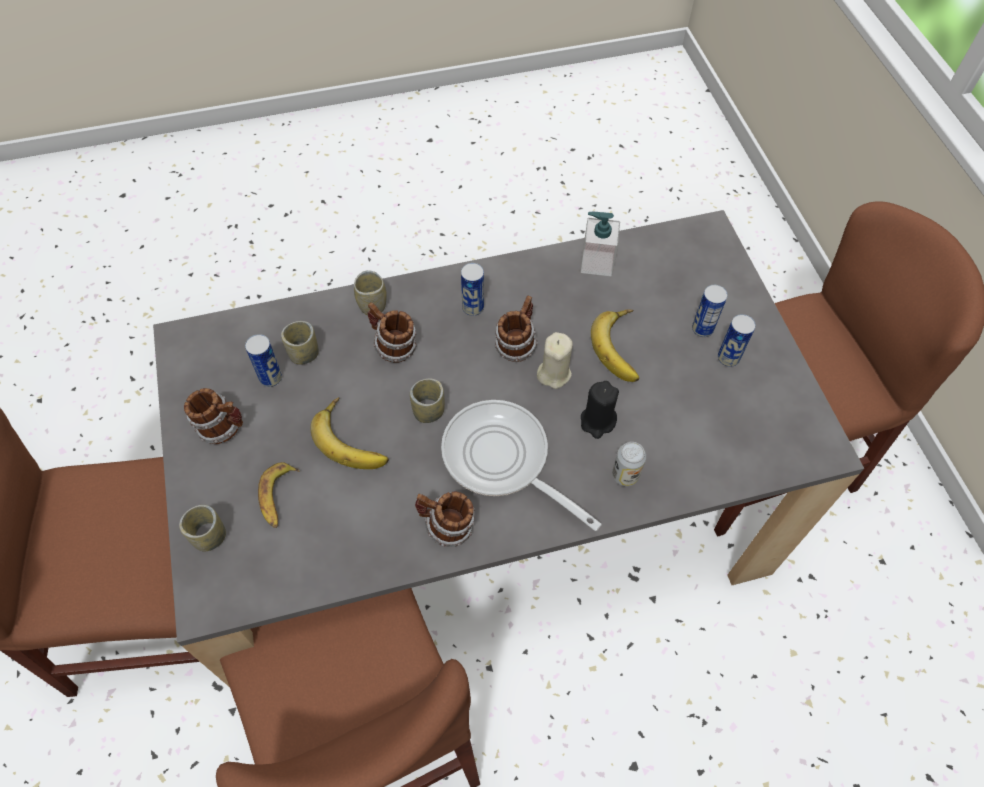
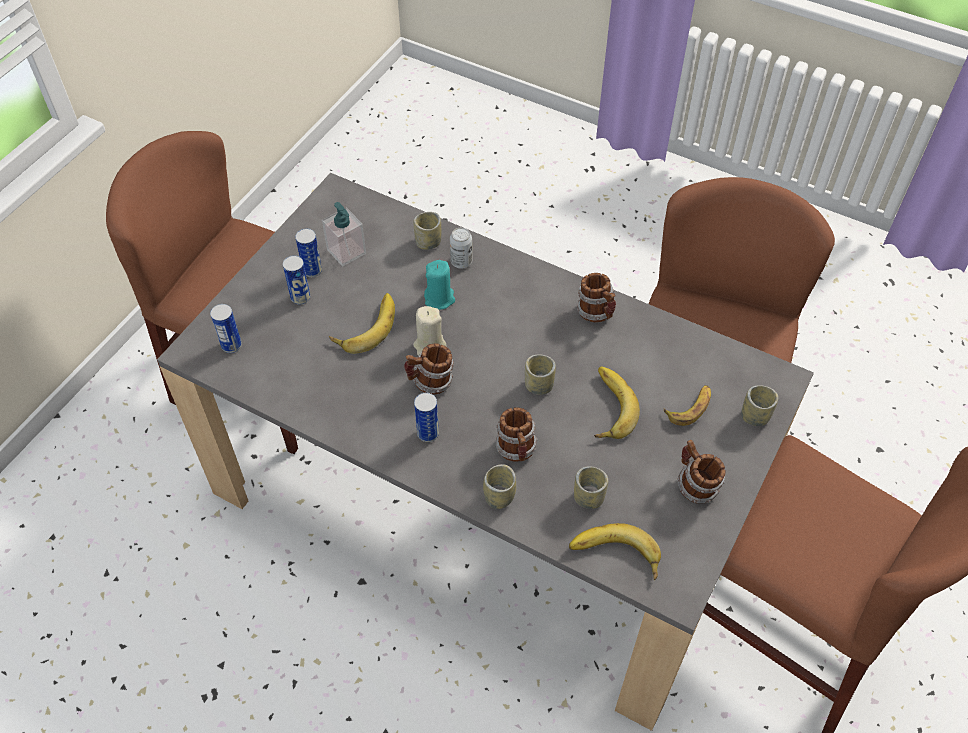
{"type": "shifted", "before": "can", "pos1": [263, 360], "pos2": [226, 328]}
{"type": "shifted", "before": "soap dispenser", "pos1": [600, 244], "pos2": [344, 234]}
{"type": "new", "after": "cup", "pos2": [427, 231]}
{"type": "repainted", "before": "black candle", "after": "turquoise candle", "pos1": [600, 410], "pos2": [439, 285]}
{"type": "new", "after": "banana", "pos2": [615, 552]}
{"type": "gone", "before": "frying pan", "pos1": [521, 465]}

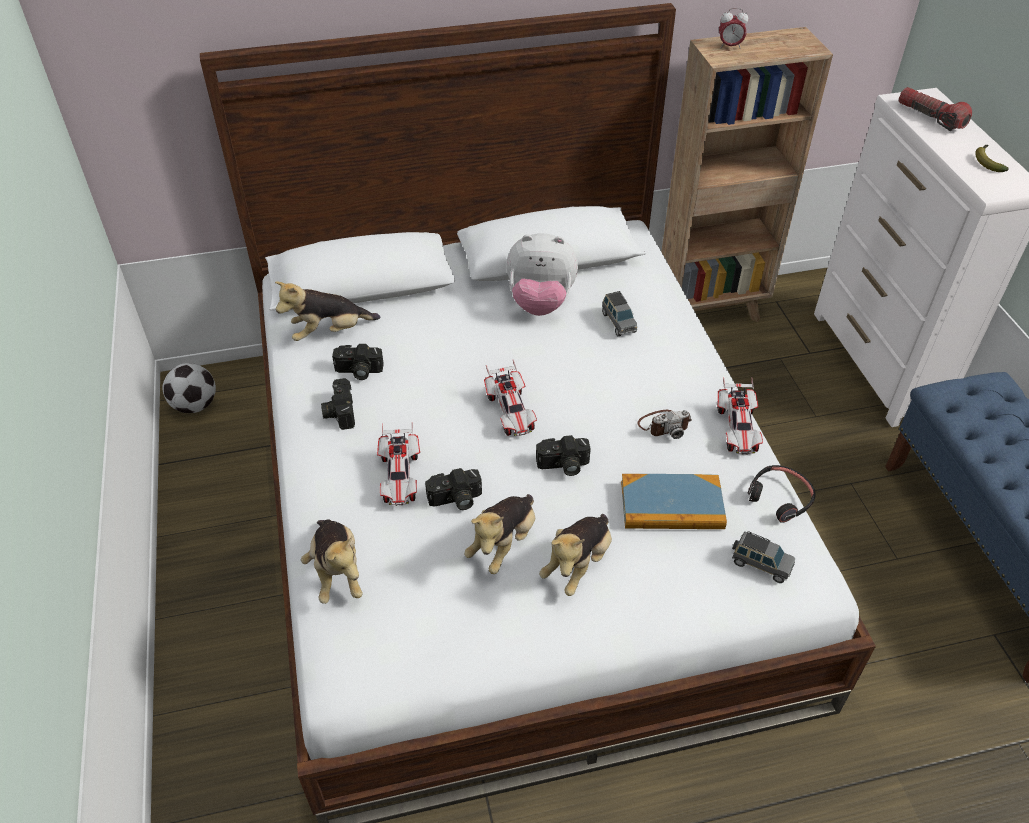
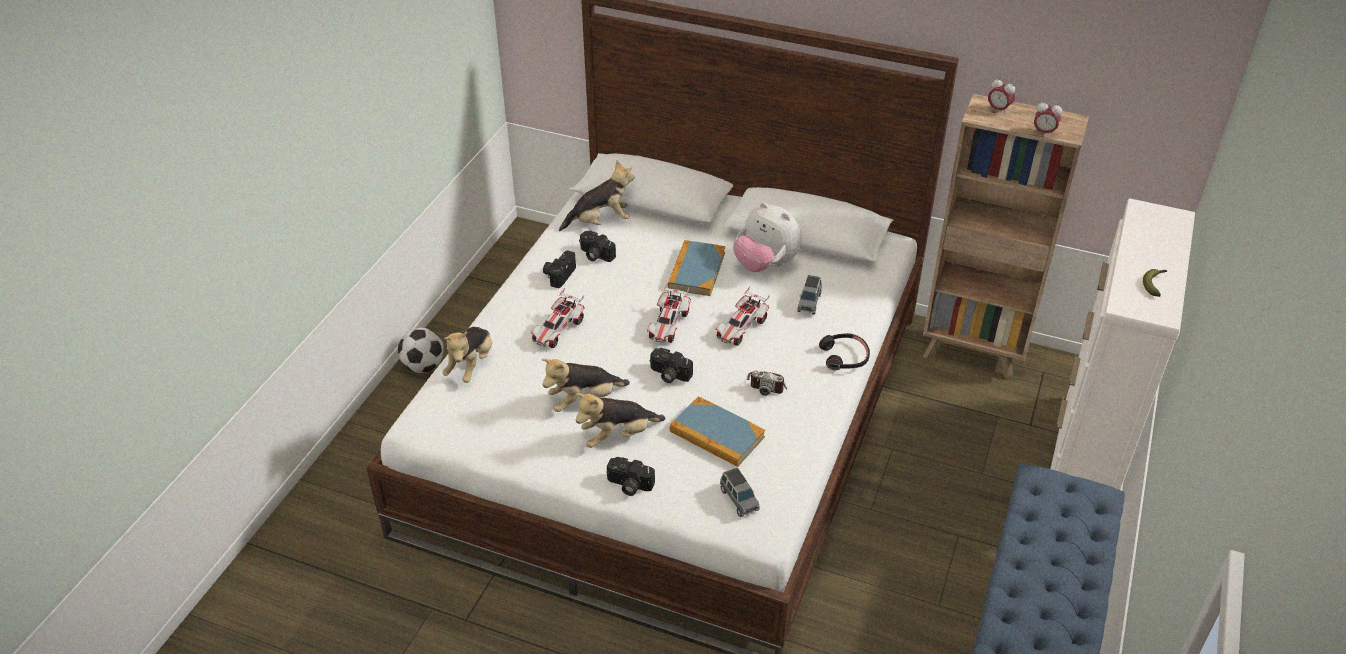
{"type": "shifted", "before": "football", "pos1": [189, 388], "pos2": [421, 350]}
{"type": "rotated", "before": "plush toy", "pos1": [327, 311], "pos2": [596, 195], "turn": 150}
{"type": "shifted", "before": "photo camera", "pos1": [453, 489], "pos2": [630, 476]}
{"type": "new", "after": "book", "pos2": [696, 268]}
{"type": "shifted", "before": "toy car", "pos1": [740, 416], "pos2": [743, 316]}
{"type": "shifted", "before": "black headphones", "pos1": [781, 493], "pos2": [844, 351]}
{"type": "new", "after": "alarm clock", "pos2": [1048, 118]}
{"type": "gone", "before": "flashlight", "pos1": [935, 109]}

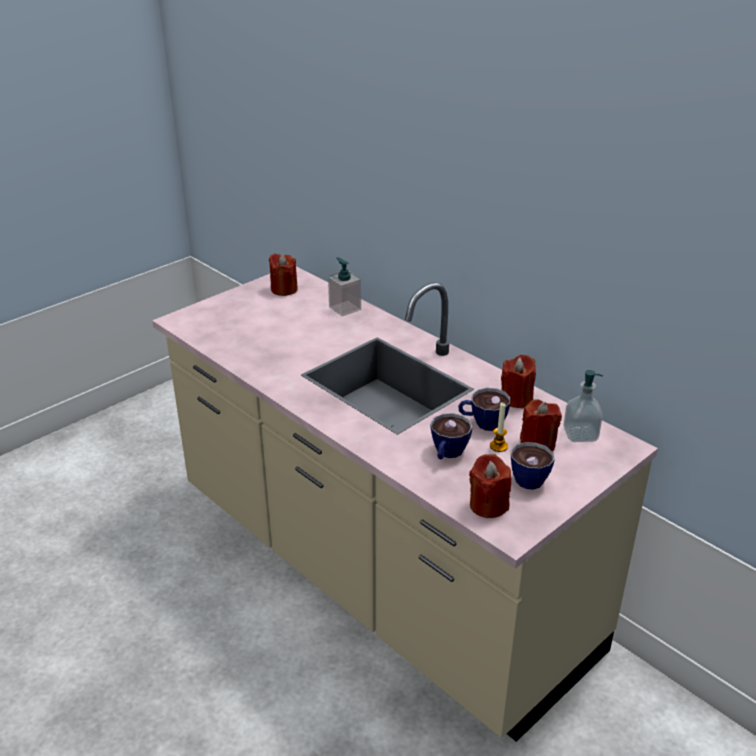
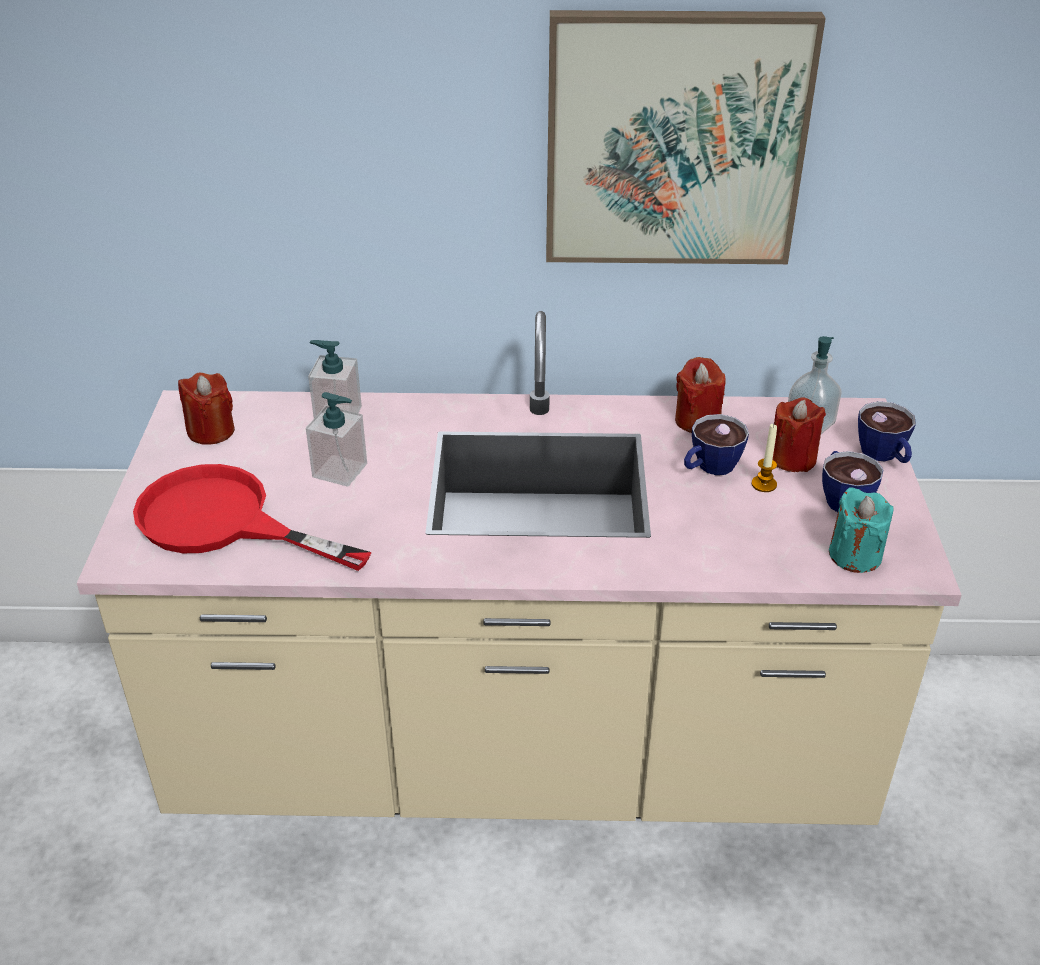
{"type": "new", "after": "red frying pan", "pos2": [252, 517]}
{"type": "new", "after": "soap dispenser", "pos2": [336, 439]}
{"type": "new", "after": "picture", "pos2": [686, 137]}
{"type": "repainted", "before": "red candle", "after": "turquoise candle", "pos1": [490, 486], "pos2": [861, 530]}
{"type": "shifted", "before": "cup", "pos1": [451, 436], "pos2": [887, 432]}

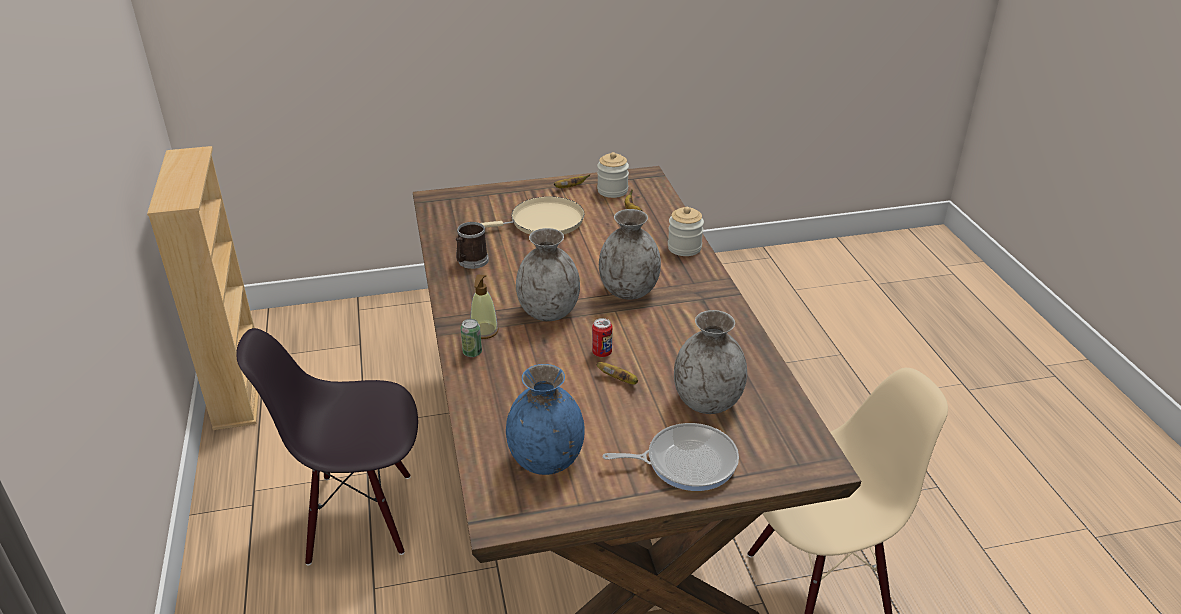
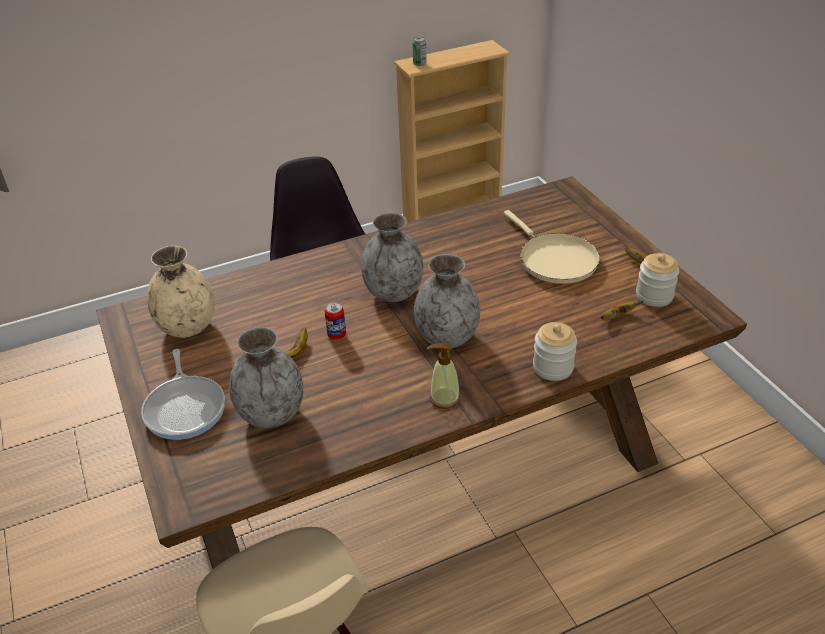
{"type": "repainted", "before": "blue vase", "after": "beige vase", "pos1": [545, 419], "pos2": [180, 292]}
{"type": "shifted", "before": "can", "pos1": [471, 338], "pos2": [419, 51]}
{"type": "shifted", "before": "soap dispenser", "pos1": [484, 306], "pos2": [443, 376]}
{"type": "gone", "before": "mug", "pos1": [472, 245]}

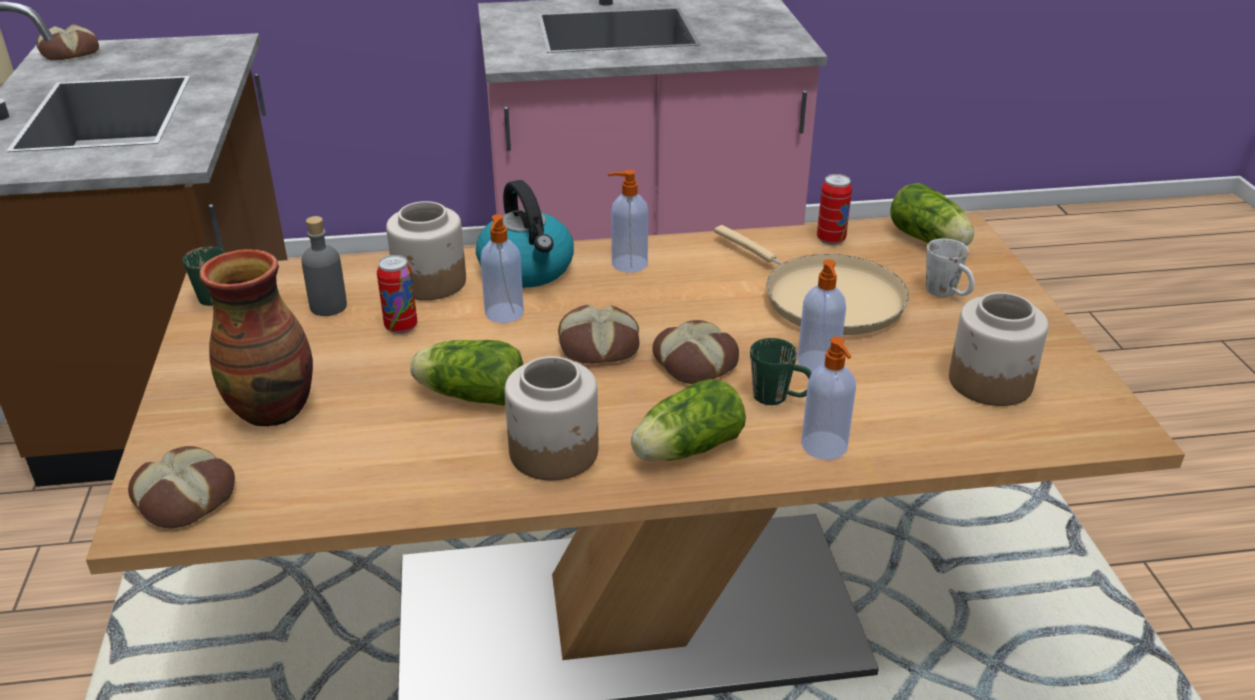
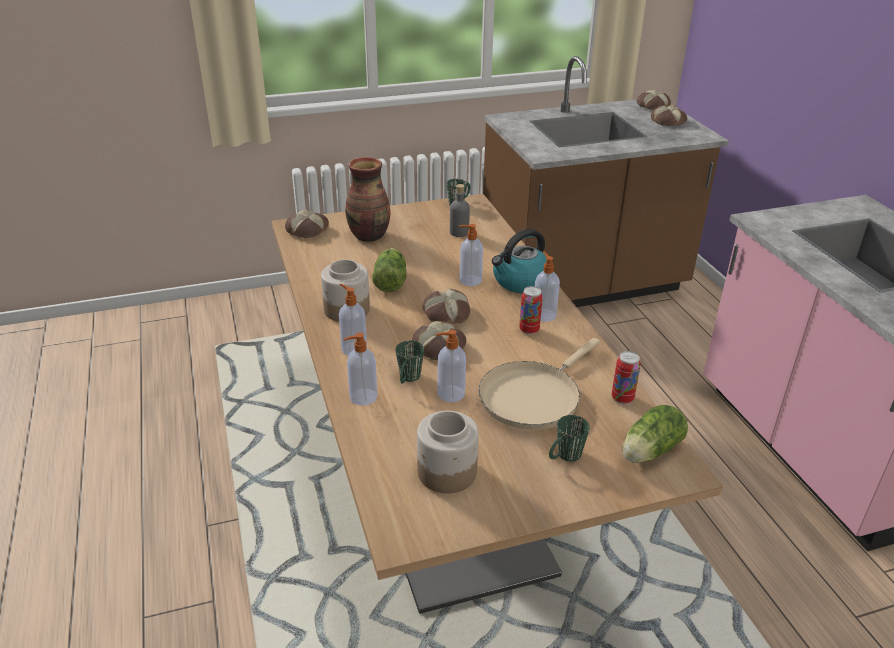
{"type": "swapped", "before": "lettuce", "after": "soap dispenser", "pos1": [688, 420], "pos2": [353, 320]}
{"type": "shifted", "before": "can", "pos1": [397, 294], "pos2": [531, 310]}
{"type": "repainted", "before": "white mug", "after": "green mug", "pos1": [950, 267], "pos2": [569, 438]}
{"type": "new", "after": "bread", "pos2": [669, 115]}
{"type": "gone", "before": "jar", "pos1": [426, 250]}

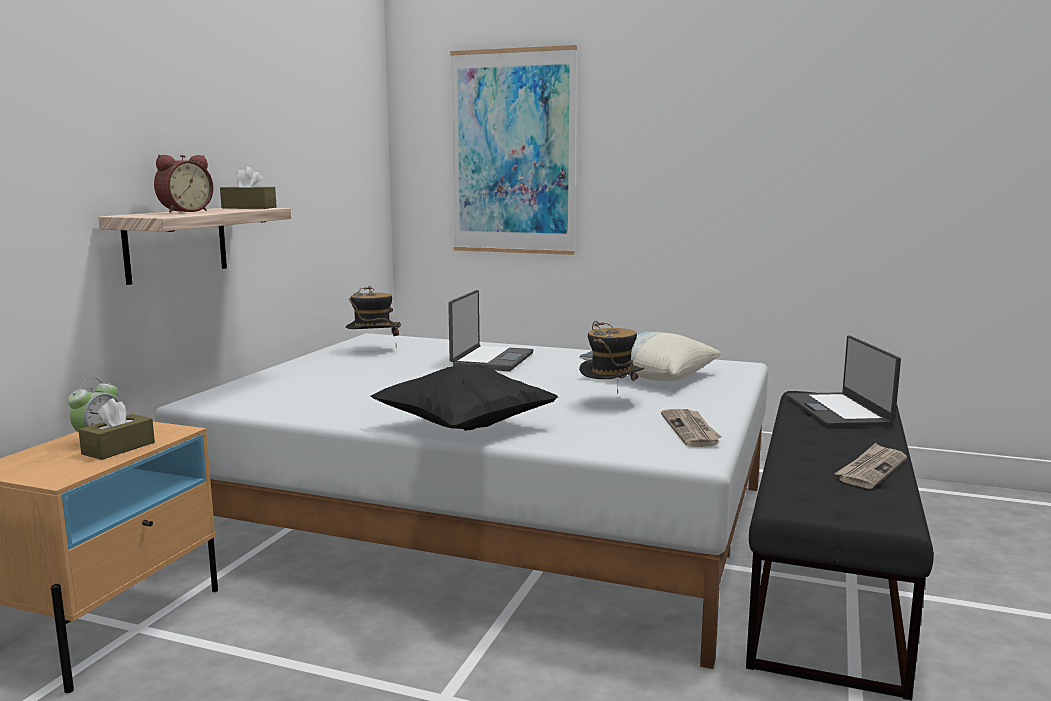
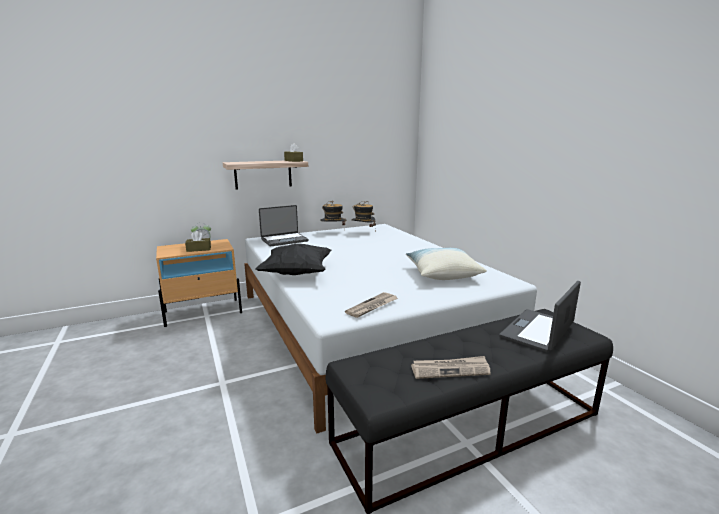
{"type": "shifted", "before": "laptop", "pos1": [490, 330], "pos2": [283, 225]}
{"type": "shifted", "before": "hat", "pos1": [611, 357], "pos2": [333, 215]}
{"type": "gone", "before": "alarm clock", "pos1": [183, 184]}
{"type": "gone", "before": "picture", "pos1": [513, 150]}

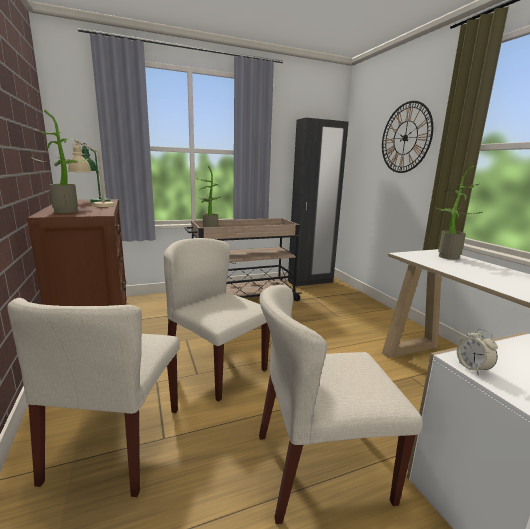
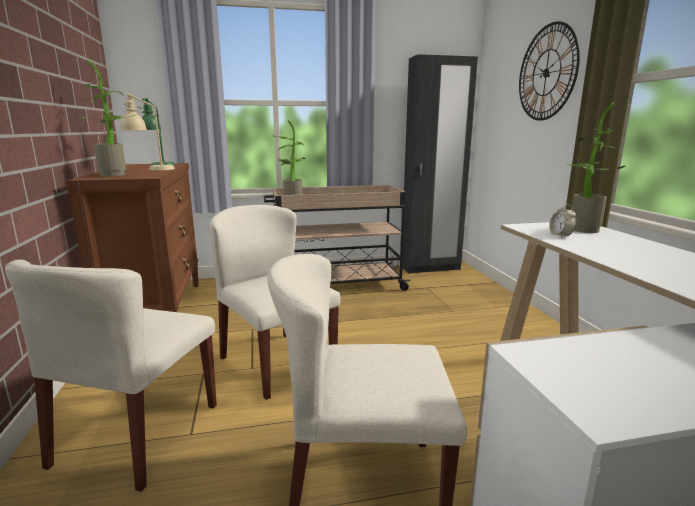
{"type": "shifted", "before": "alarm clock", "pos1": [477, 351], "pos2": [562, 221]}

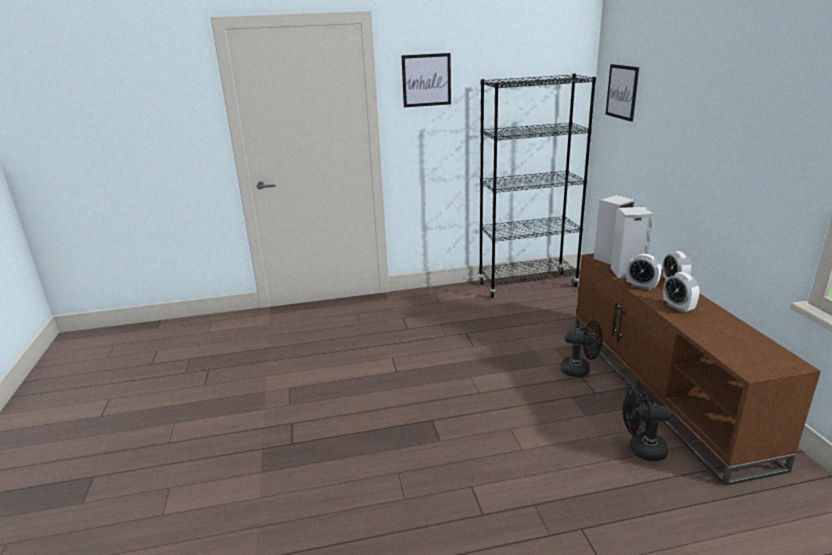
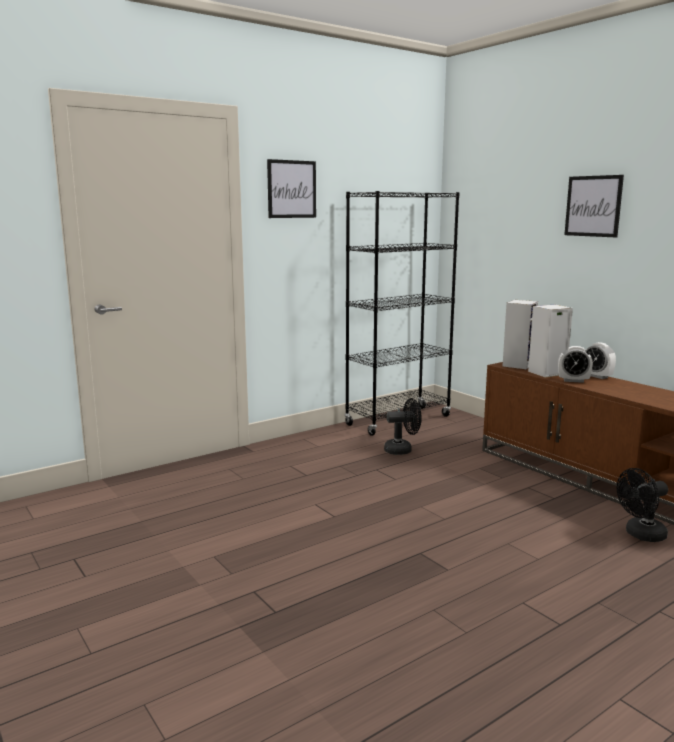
{"type": "shifted", "before": "black fan", "pos1": [581, 349], "pos2": [403, 426]}
{"type": "shifted", "before": "picture", "pos1": [622, 93], "pos2": [594, 206]}
{"type": "gone", "before": "alarm clock", "pos1": [681, 292]}

